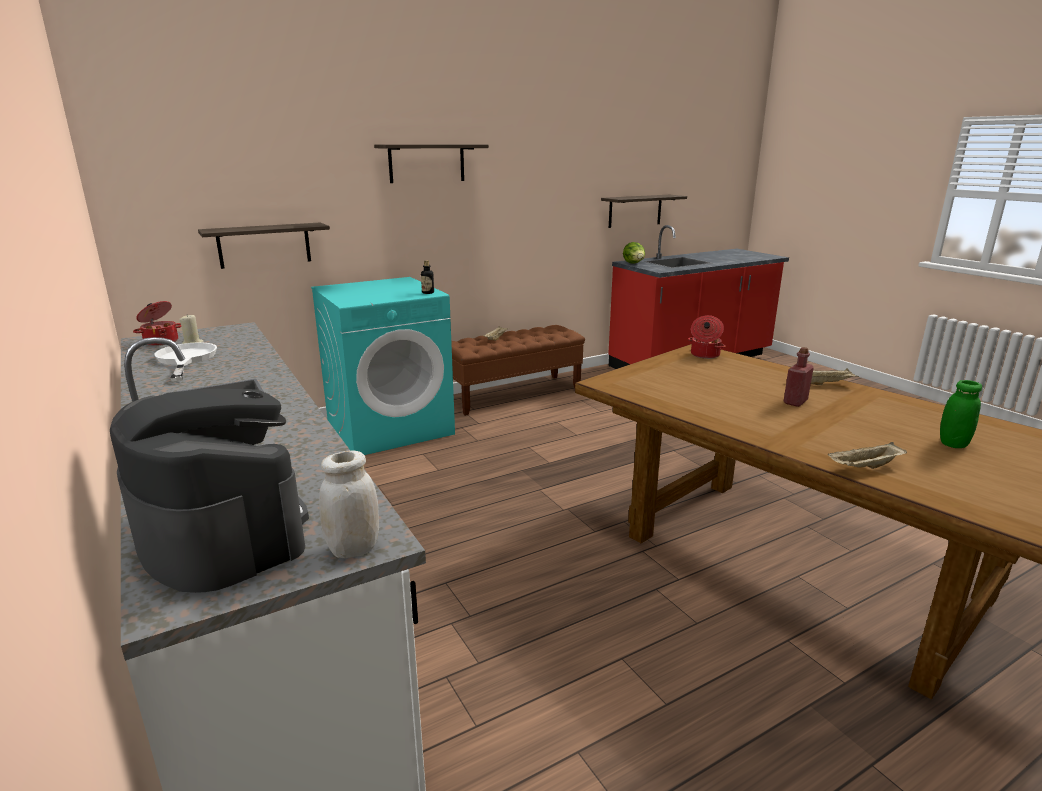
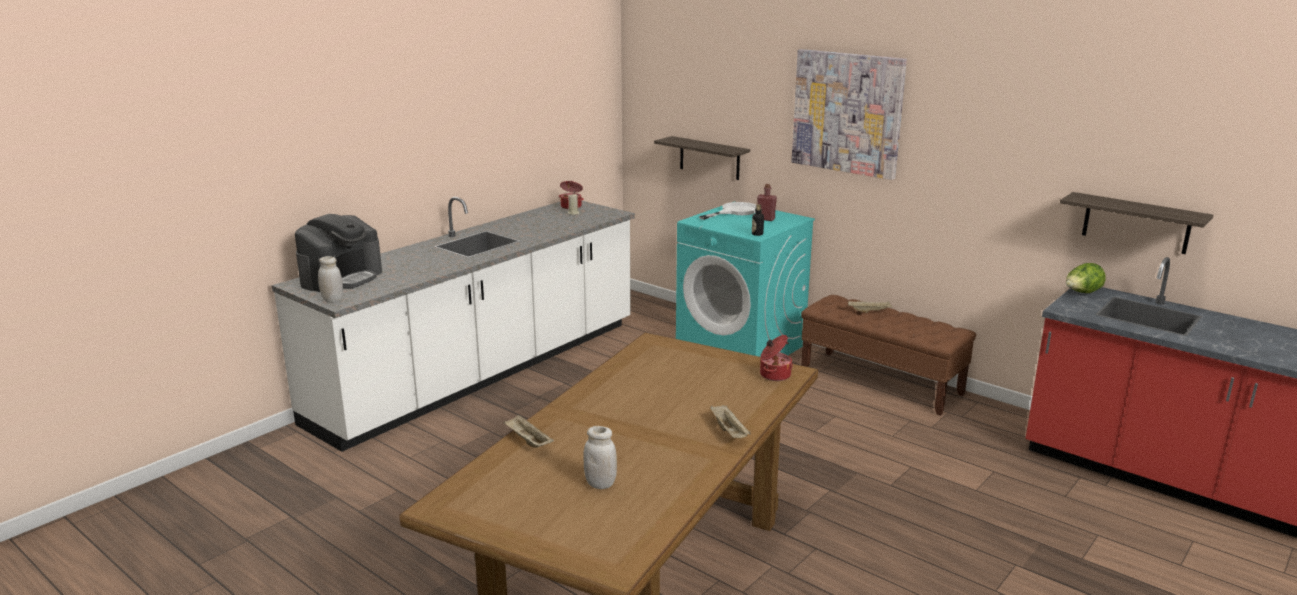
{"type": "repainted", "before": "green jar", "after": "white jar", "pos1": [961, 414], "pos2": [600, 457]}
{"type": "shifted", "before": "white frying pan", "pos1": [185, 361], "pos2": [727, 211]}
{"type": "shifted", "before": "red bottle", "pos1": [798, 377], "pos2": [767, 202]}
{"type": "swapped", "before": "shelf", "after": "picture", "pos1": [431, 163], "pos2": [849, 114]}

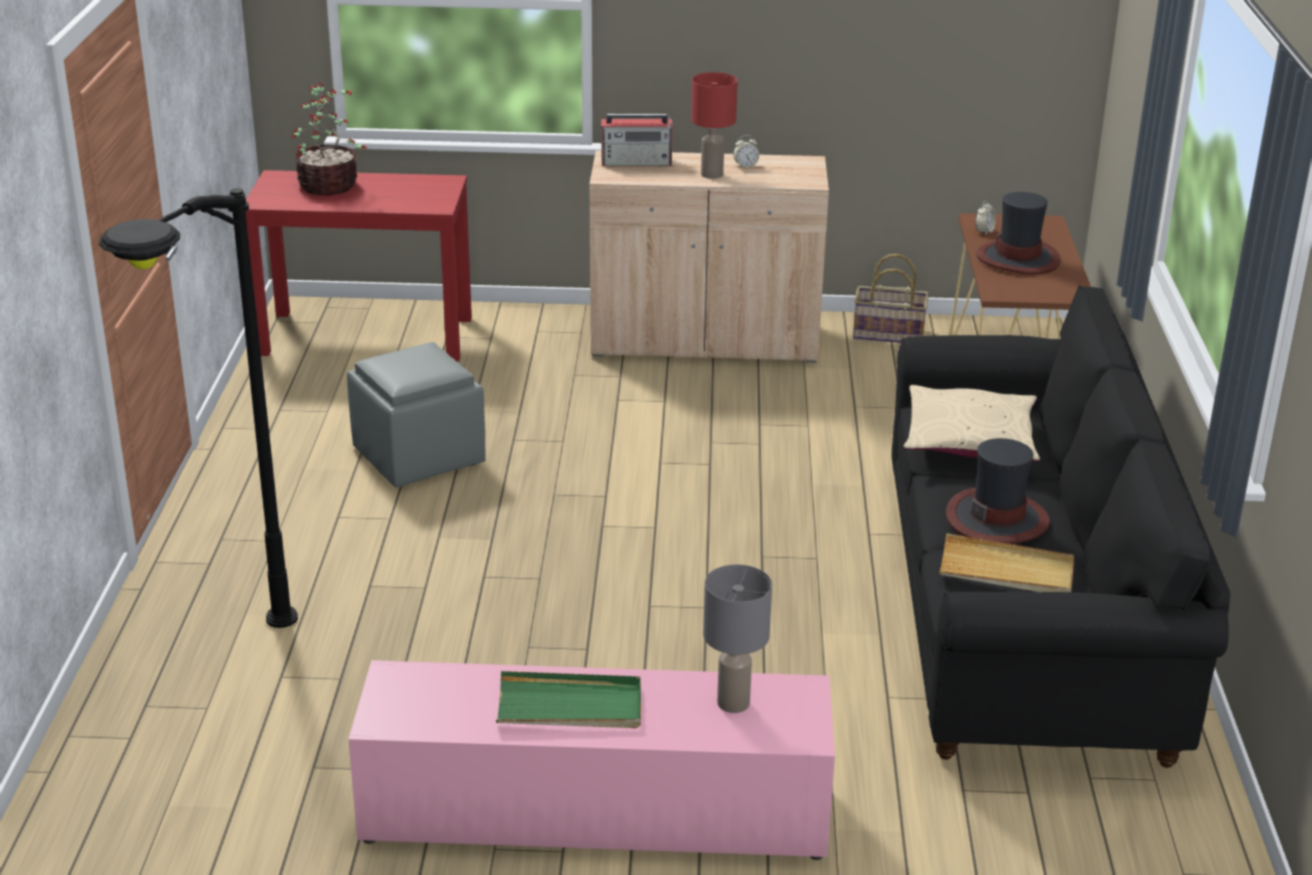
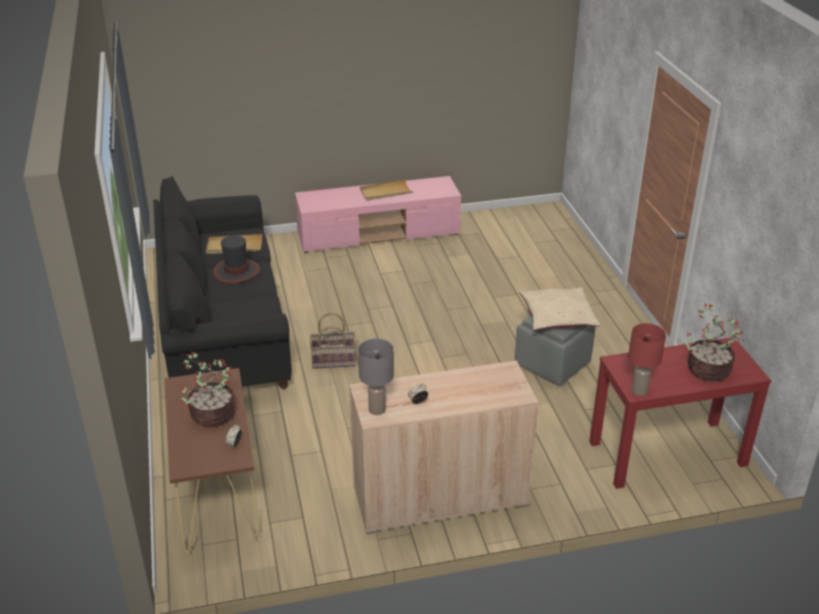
{"type": "swapped", "before": "hat", "after": "potted plant", "pos1": [1018, 233], "pos2": [207, 389]}
{"type": "shifted", "before": "basket", "pos1": [891, 298], "pos2": [333, 341]}
{"type": "shifted", "before": "grey table lamp", "pos1": [737, 638], "pos2": [376, 377]}
{"type": "repainted", "before": "green tray", "after": "beige tray", "pos1": [568, 699], "pos2": [386, 190]}
{"type": "shifted", "before": "beige pillow", "pos1": [972, 423], "pos2": [559, 308]}
{"type": "shifted", "before": "red table lamp", "pos1": [714, 125], "pos2": [647, 359]}
{"type": "gone", "before": "black floor lamp", "pos1": [198, 408]}
{"type": "gone", "before": "radio", "pos1": [637, 140]}

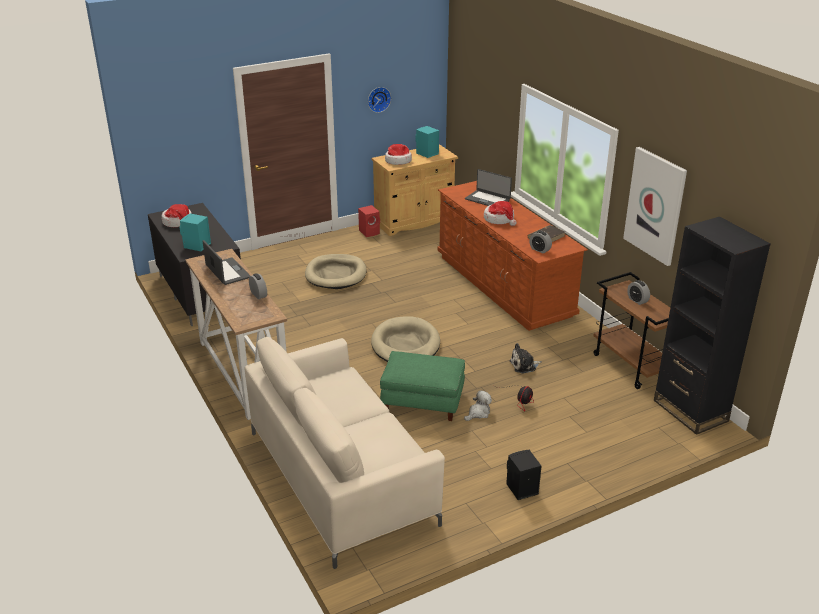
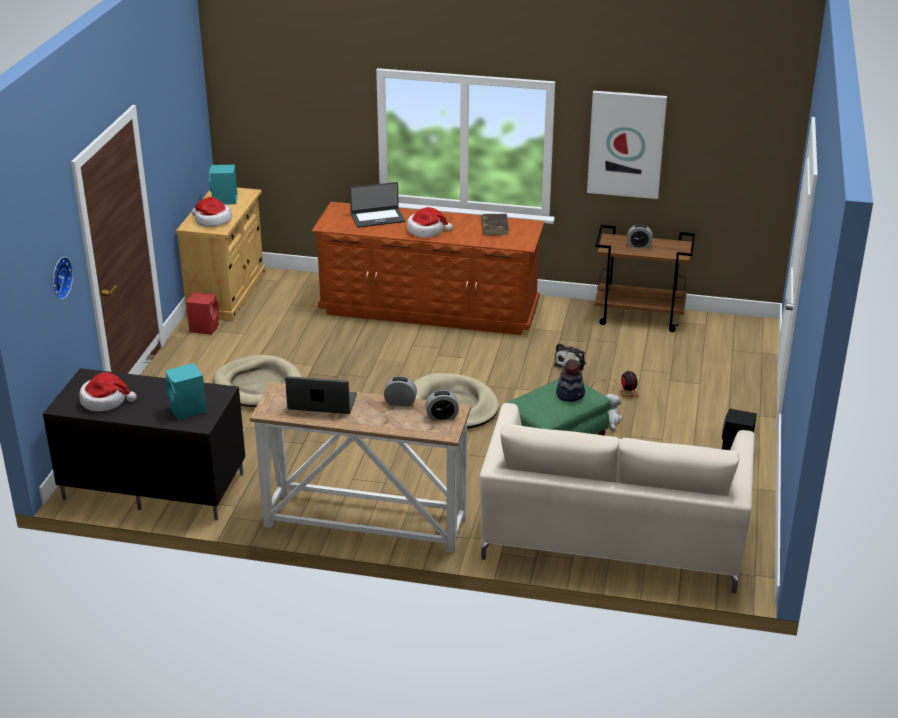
{"type": "shifted", "before": "wall clock", "pos1": [379, 100], "pos2": [63, 278]}
{"type": "shifted", "before": "alarm clock", "pos1": [541, 242], "pos2": [442, 405]}
{"type": "new", "after": "hat", "pos2": [570, 380]}
{"type": "gone", "before": "black bookcase", "pos1": [712, 326]}

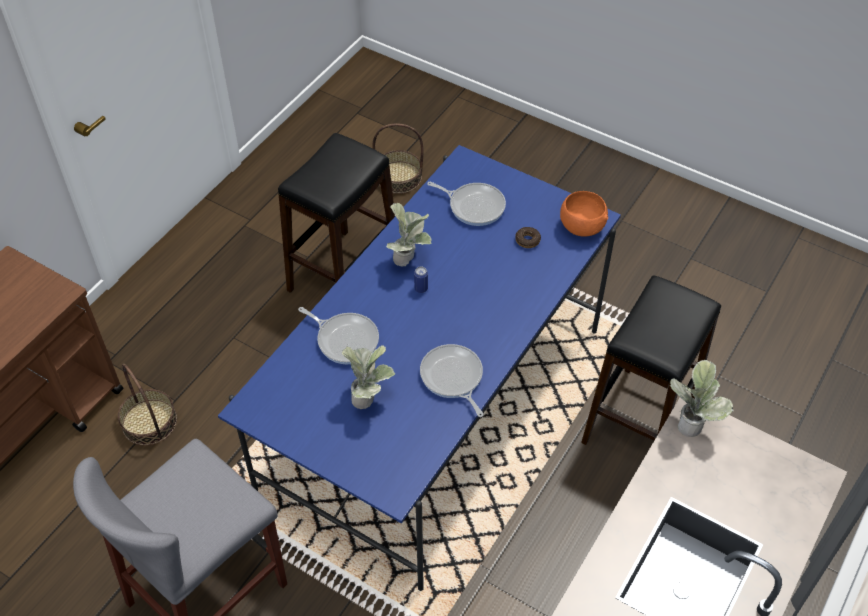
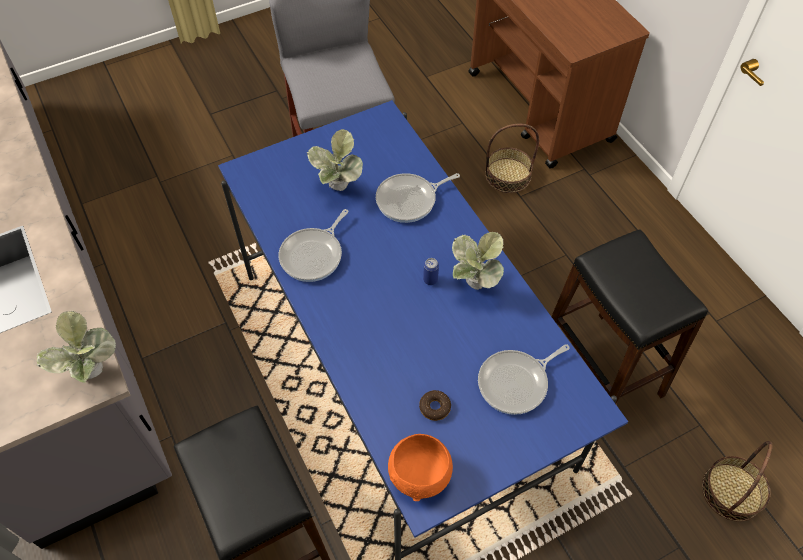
{"type": "rotated", "before": "frying pan", "pos1": [452, 380], "pos2": [313, 245], "turn": 120}

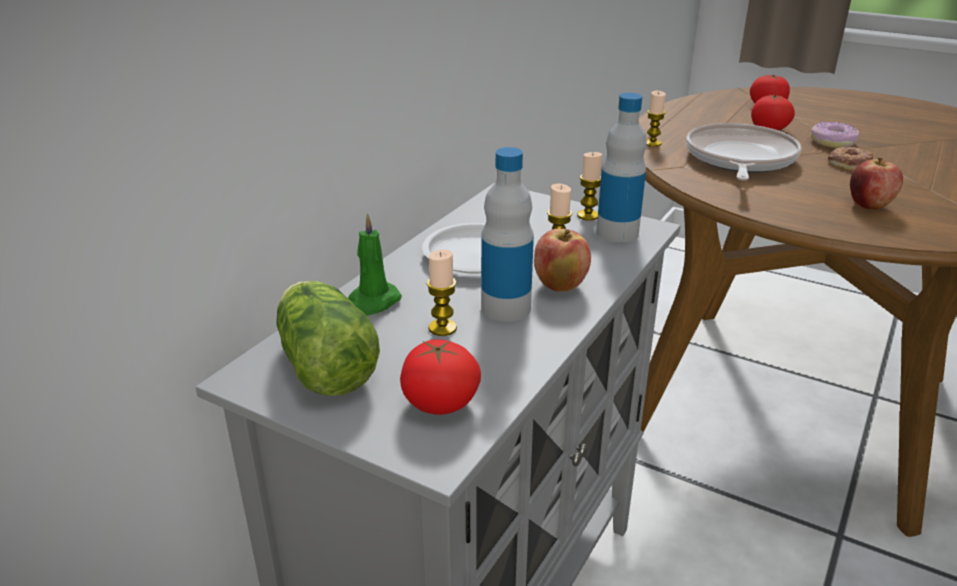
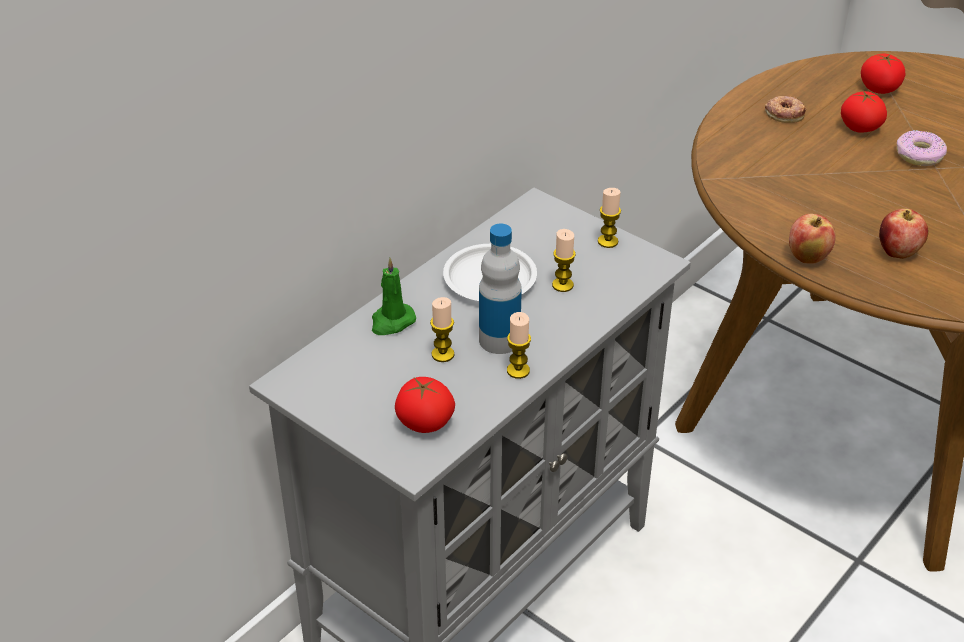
{"type": "shifted", "before": "candle", "pos1": [656, 119], "pos2": [519, 345]}
{"type": "shifted", "before": "donut", "pos1": [850, 158], "pos2": [785, 109]}
{"type": "shifted", "before": "apple", "pos1": [562, 260], "pos2": [812, 239]}
{"type": "gone", "before": "lettuce", "pos1": [328, 338]}
{"type": "gone", "before": "bottle", "pos1": [621, 167]}
{"type": "gone", "before": "frying pan", "pos1": [743, 152]}

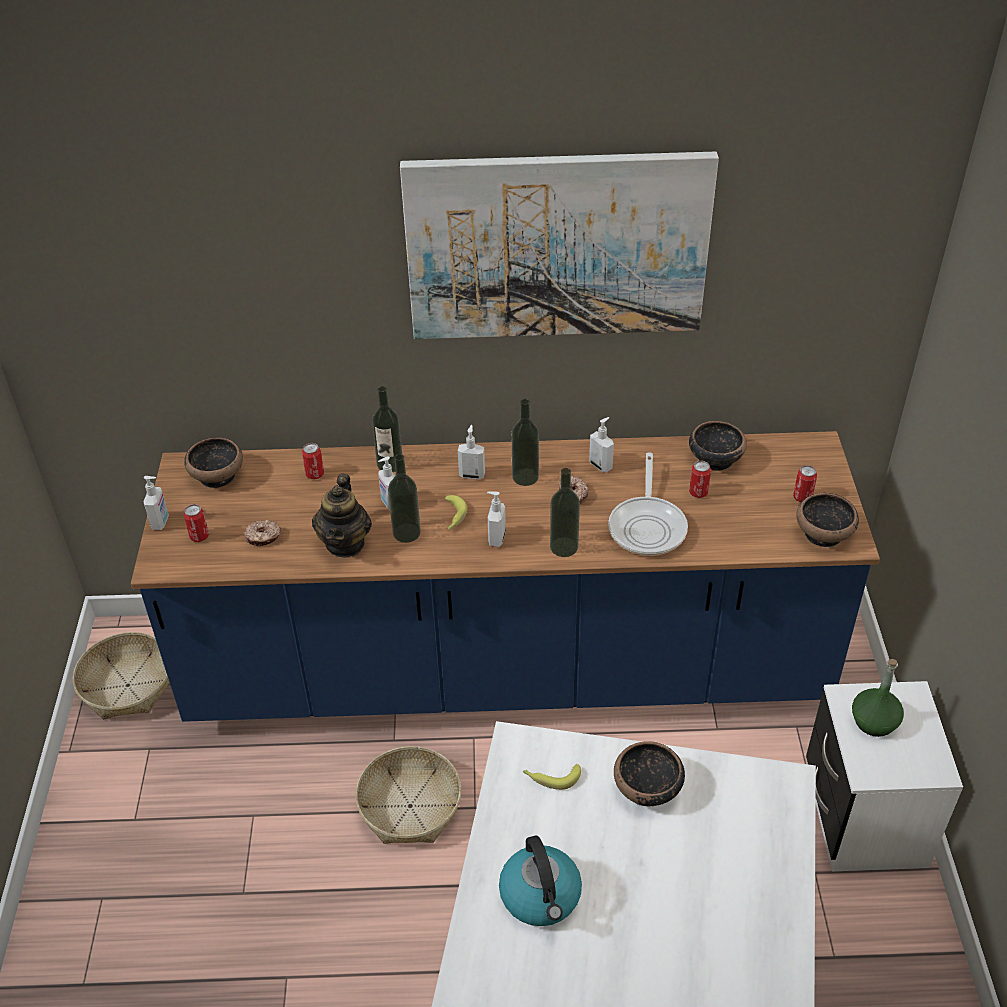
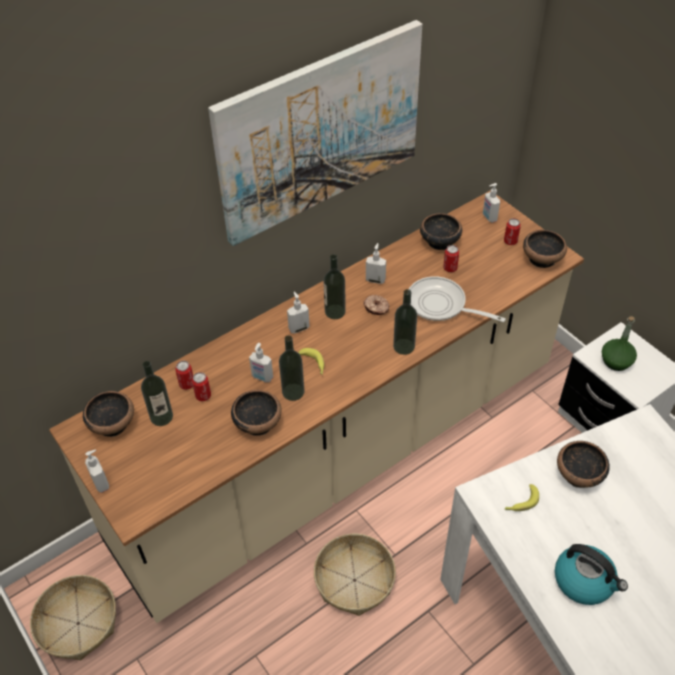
{"type": "repainted", "before": "blue counter", "after": "beige counter", "pos1": [505, 576], "pos2": [316, 406]}
{"type": "shifted", "before": "bottle", "pos1": [387, 429], "pos2": [157, 393]}
{"type": "shifted", "before": "can", "pos1": [196, 523], "pos2": [201, 386]}
{"type": "swapped", "before": "teapot", "after": "bowl", "pos1": [342, 515], "pos2": [256, 413]}
{"type": "rotated", "before": "frying pan", "pos1": [648, 504], "pos2": [457, 299], "turn": 150}
{"type": "shifted", "before": "soap dispenser", "pos1": [496, 519], "pos2": [491, 203]}
{"type": "gone", "before": "donut", "pos1": [262, 533]}

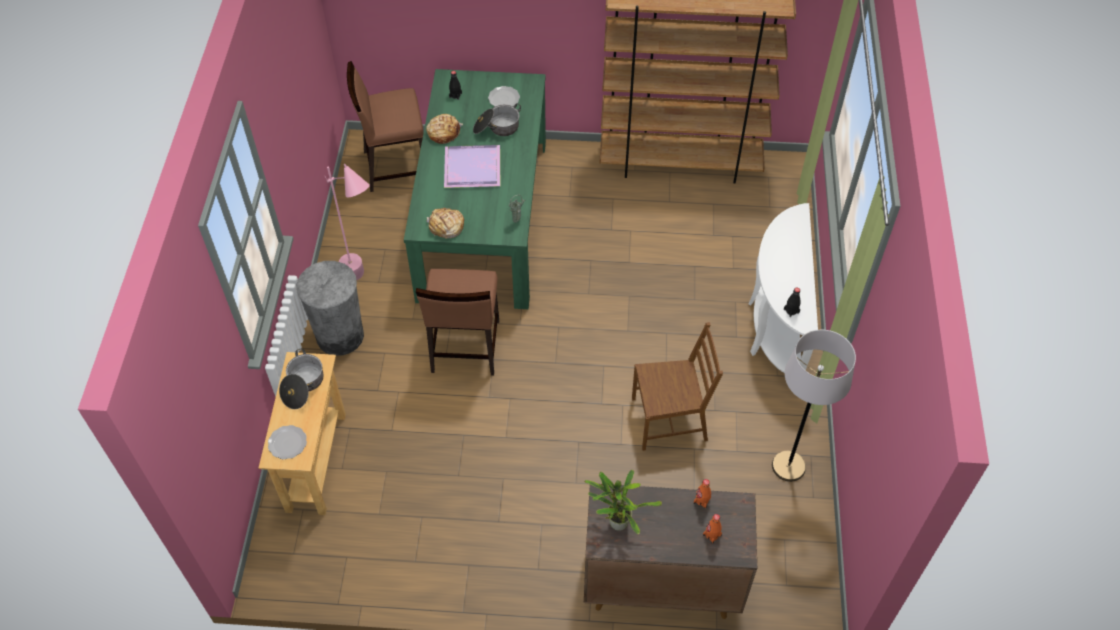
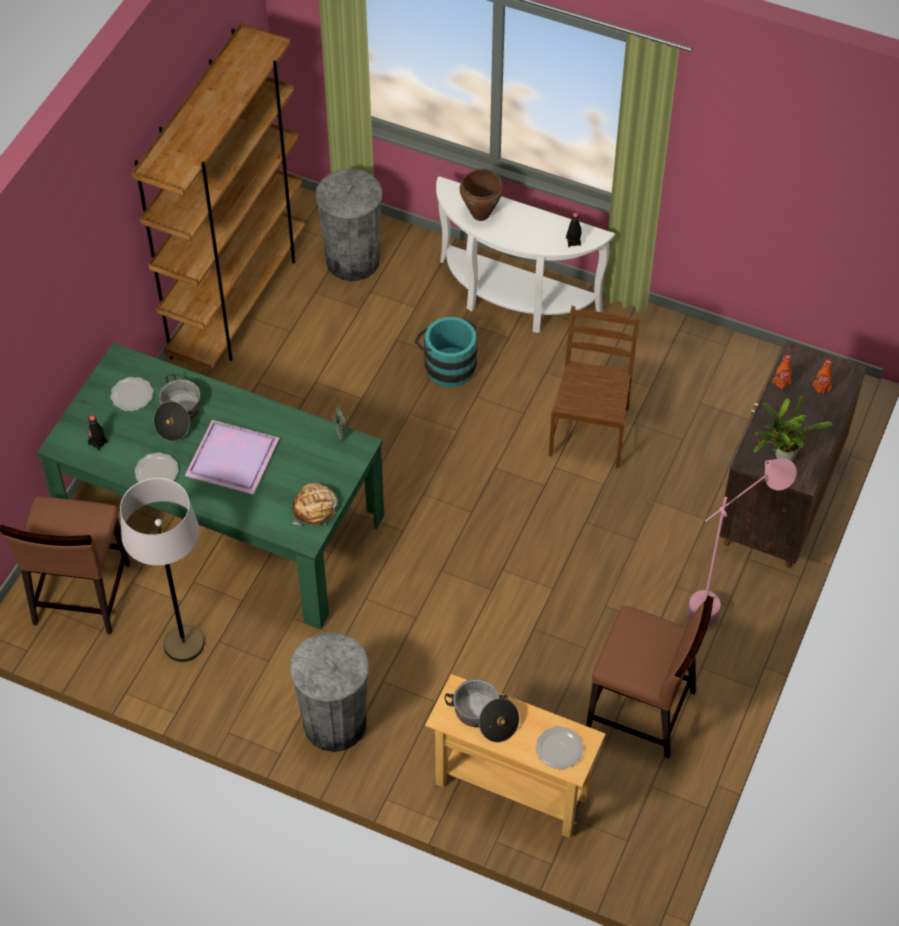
{"type": "shifted", "before": "grey floor lamp", "pos1": [814, 406], "pos2": [162, 570]}
{"type": "swapped", "before": "bread", "after": "plate", "pos1": [444, 129], "pos2": [157, 467]}
{"type": "new", "after": "grey trash can", "pos2": [348, 225]}
{"type": "new", "after": "turquoise bucket", "pos2": [446, 352]}
{"type": "new", "after": "brown cooking pot", "pos2": [481, 195]}
{"type": "shifted", "before": "brown chair", "pos1": [457, 322], "pos2": [650, 677]}
{"type": "shifted", "before": "pink floor lamp", "pos1": [347, 222], "pos2": [742, 542]}

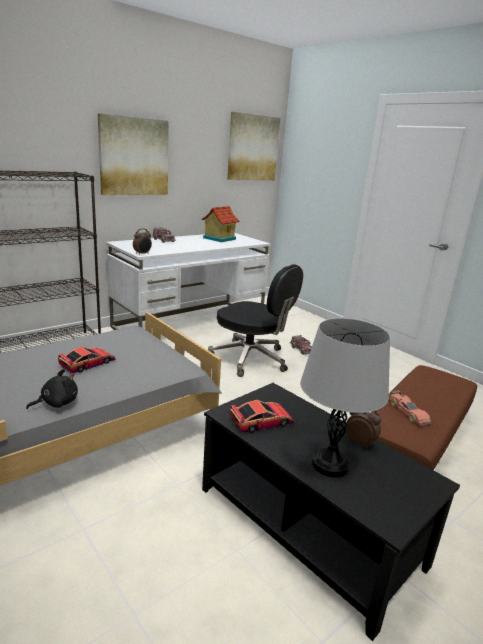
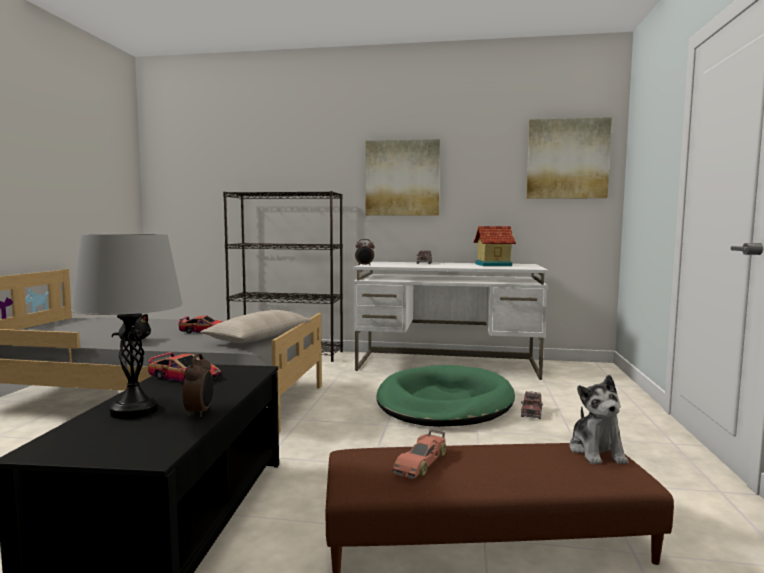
{"type": "new", "after": "beige pillow", "pos2": [256, 326]}
{"type": "swapped", "before": "black office chair", "after": "green dog bed", "pos1": [255, 320], "pos2": [445, 396]}
{"type": "new", "after": "plush toy", "pos2": [598, 419]}

